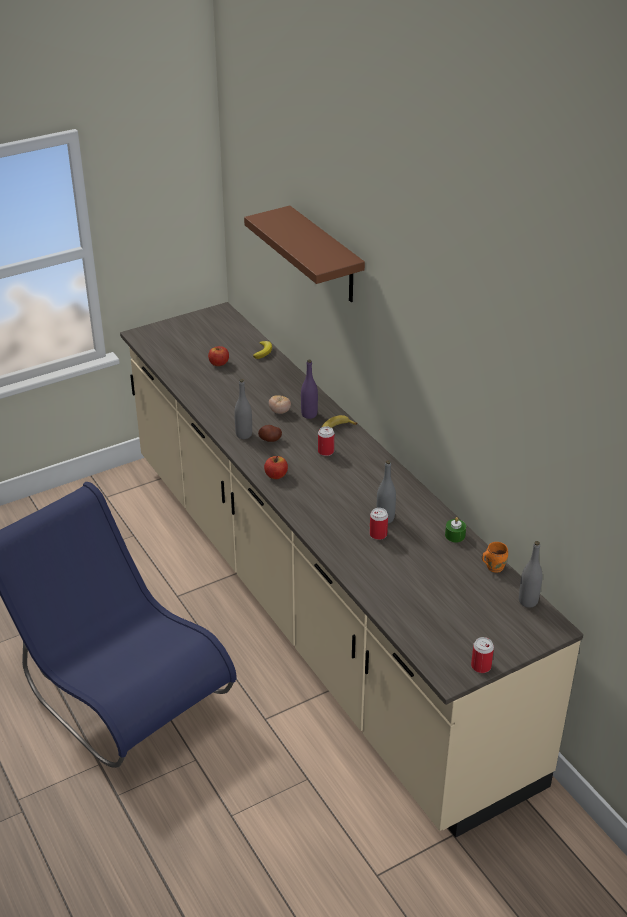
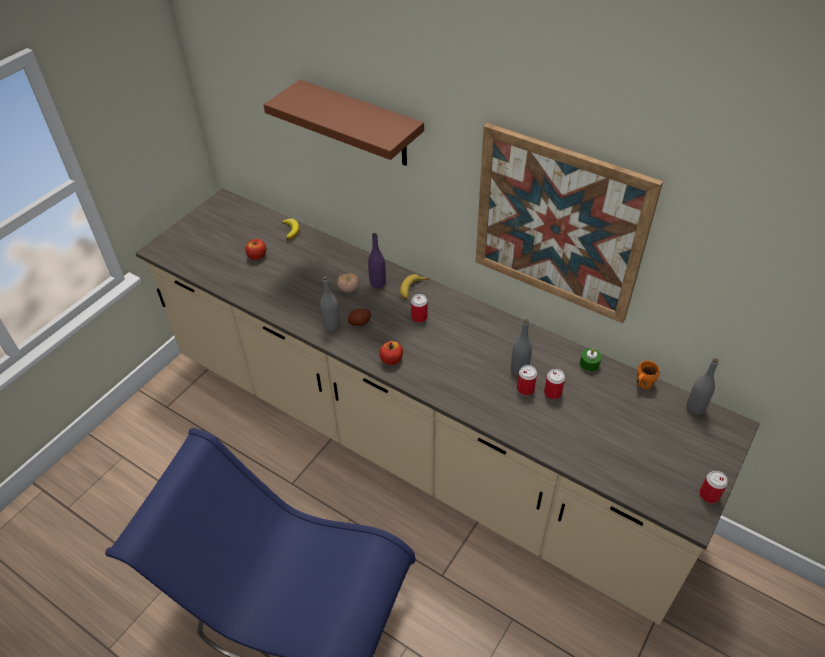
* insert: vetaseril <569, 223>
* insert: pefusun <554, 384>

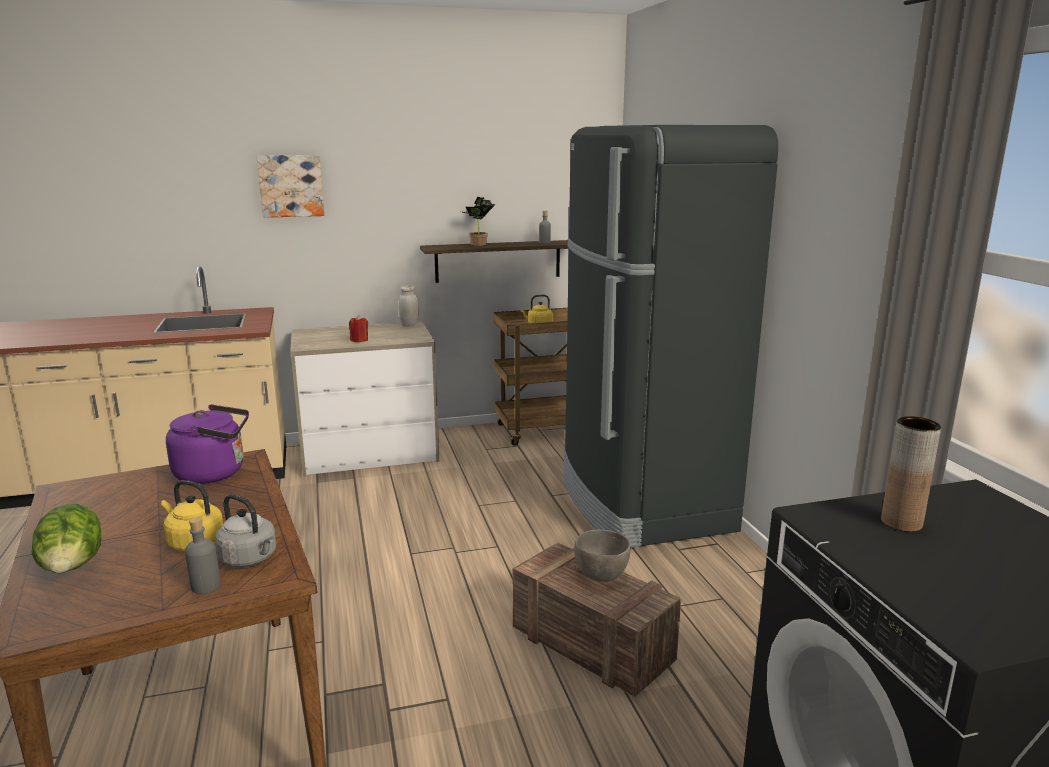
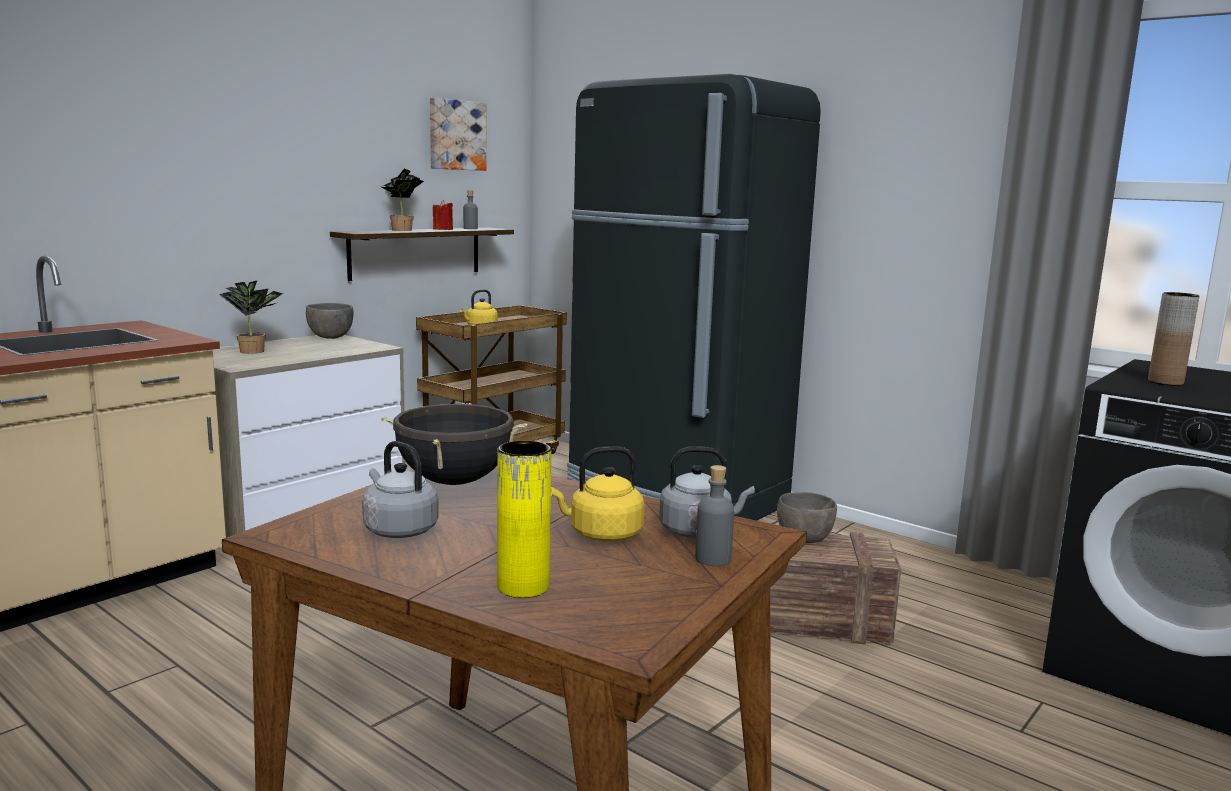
* replace: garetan <66, 538> to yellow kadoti <524, 519>
* replace: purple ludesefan <207, 444> to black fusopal <454, 444>
* move: vetaseril <290, 186> to <458, 134>
* move: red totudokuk <358, 328> to <443, 215>
* replace: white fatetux <409, 306> to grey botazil <329, 321>
* insert: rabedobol <251, 317>
* insert: grey ludesefan <400, 489>

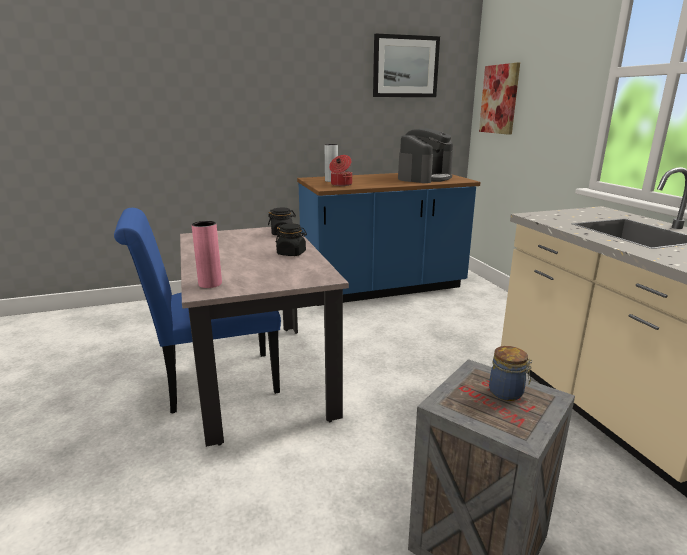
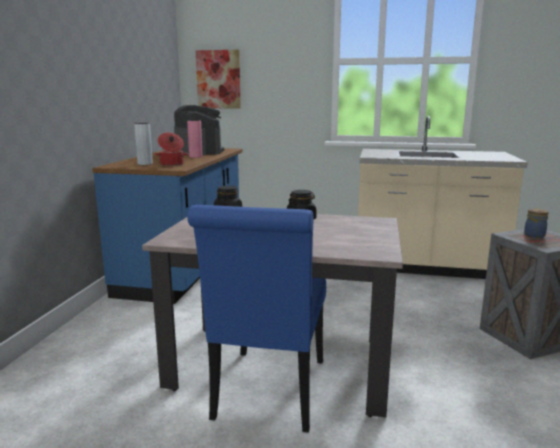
* move: pink kadoti <207, 254> to <195, 139>
* delete: vetaseril <406, 65>

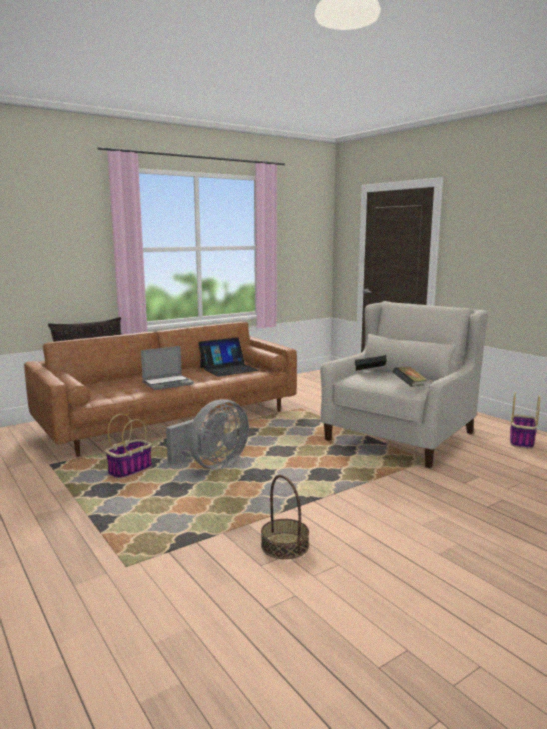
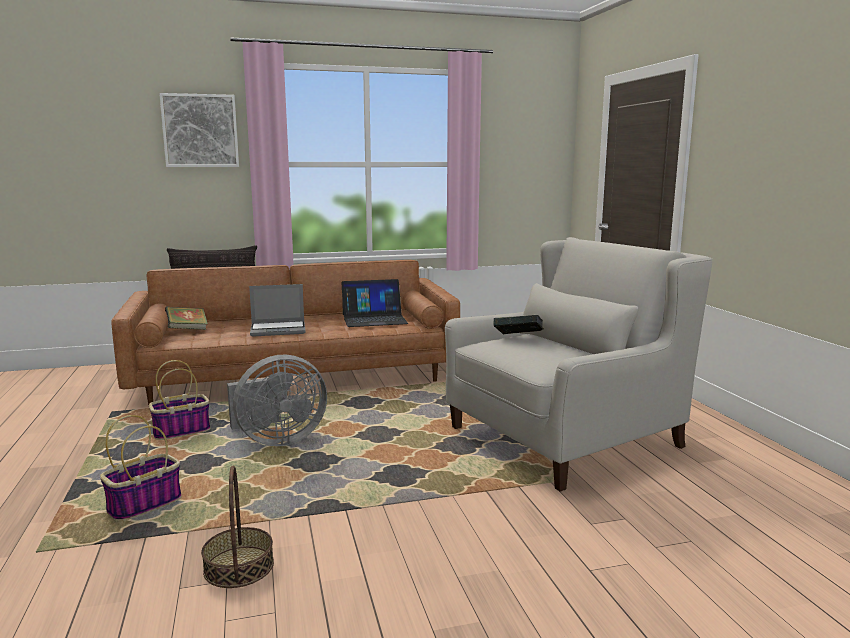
* move: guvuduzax <410, 377> to <186, 318>
* move: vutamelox <525, 421> to <141, 468>
* insert: vetaseril <199, 130>

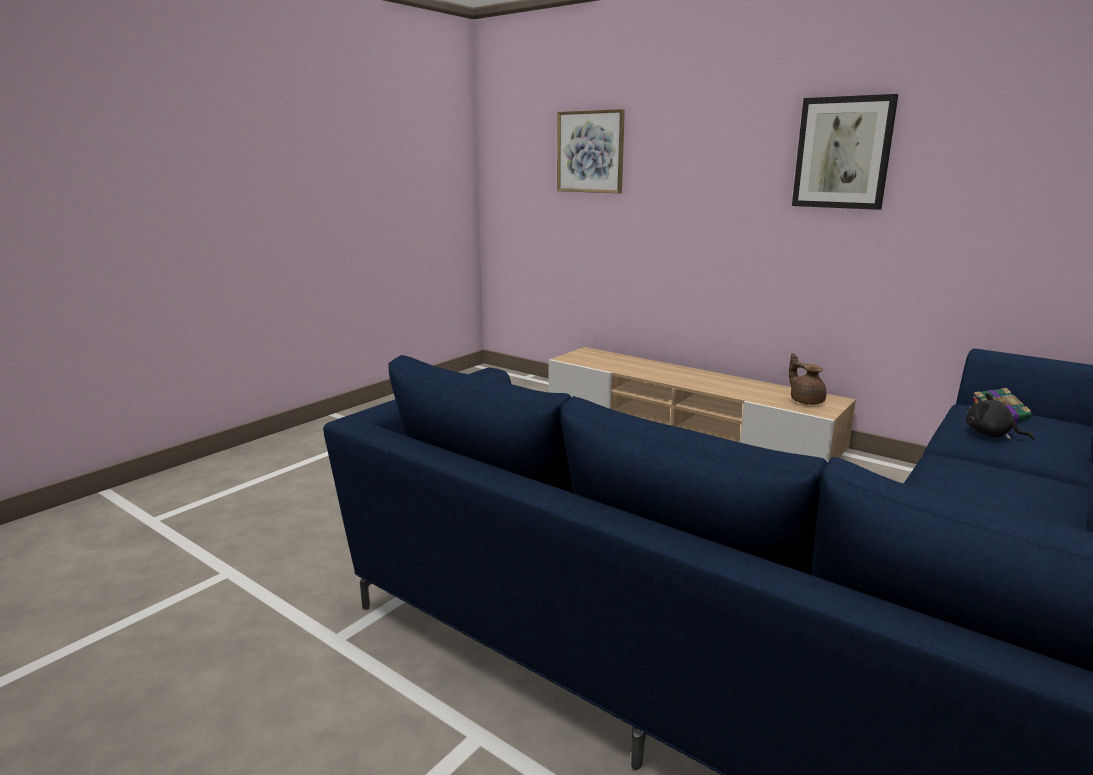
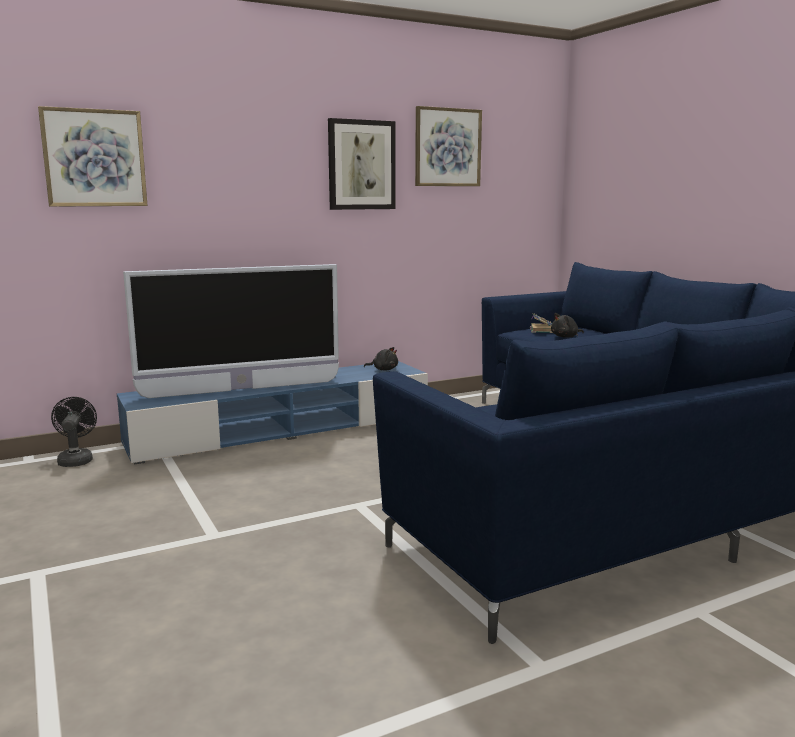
* recolor: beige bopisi <702, 405> to blue bopisi <272, 413>
* replace: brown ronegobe <807, 379> to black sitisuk <381, 359>
* insert: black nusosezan <74, 432>
* insert: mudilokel <231, 331>
* insert: vetaseril <448, 146>

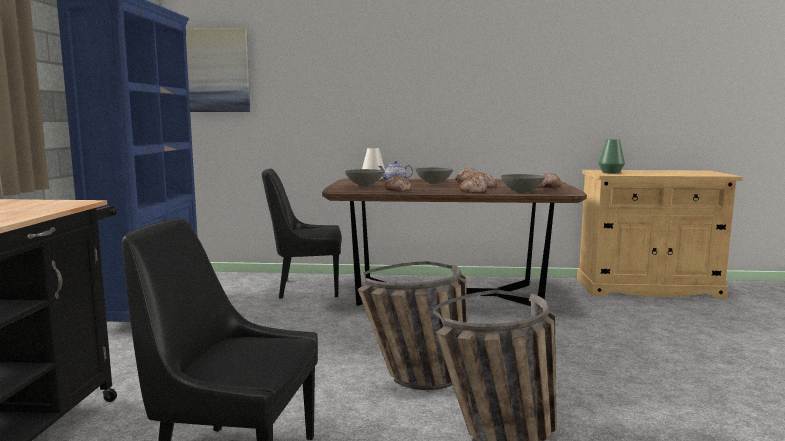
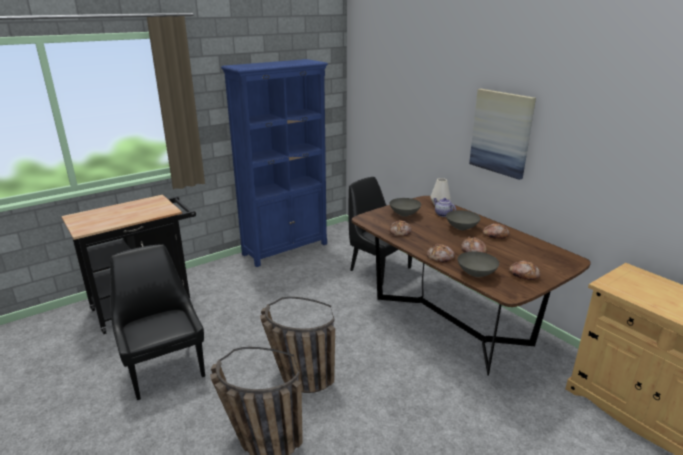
* move: vetaseril <218, 70> to <502, 134>
* delete: green kadoti <611, 156>

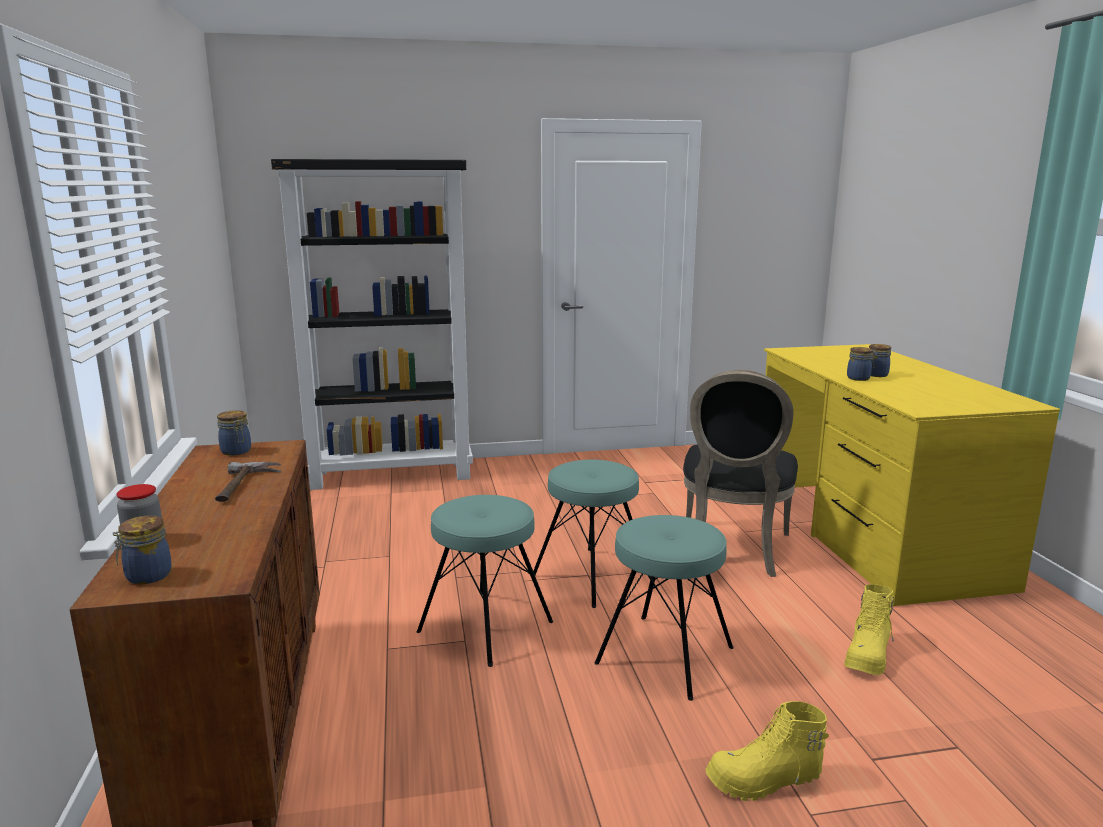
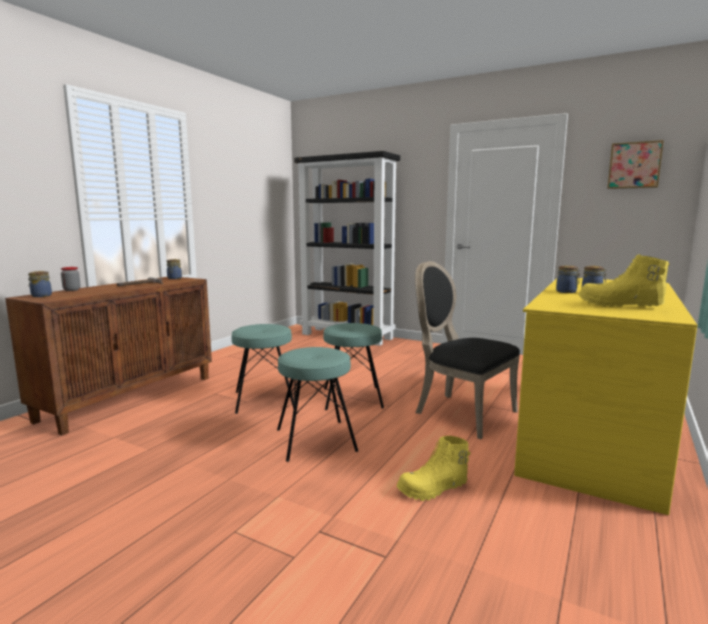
* rotate: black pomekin <740, 473> = <467, 350> 75 degrees clockwise
* move: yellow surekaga <767, 751> to <623, 281>
* insert: vetaseril <635, 164>

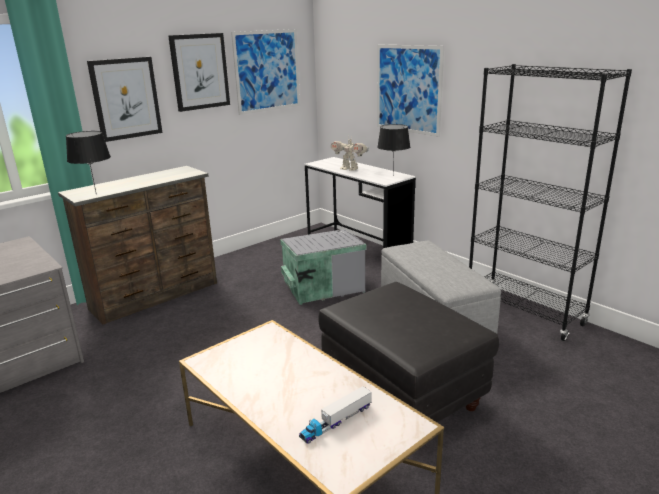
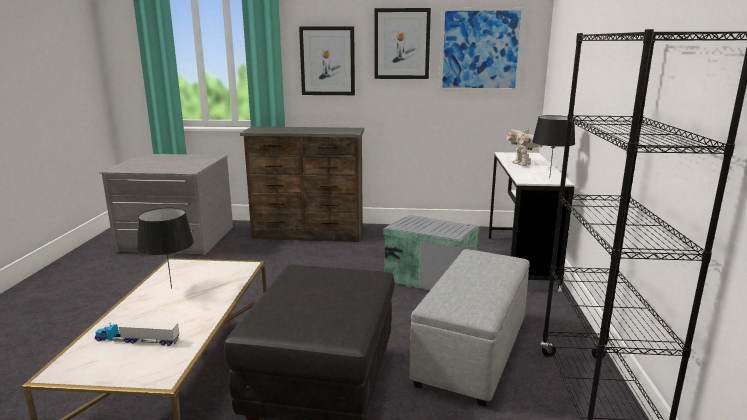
* move: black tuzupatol <88, 161> to <165, 248>
* delete: vetaseril <410, 91>

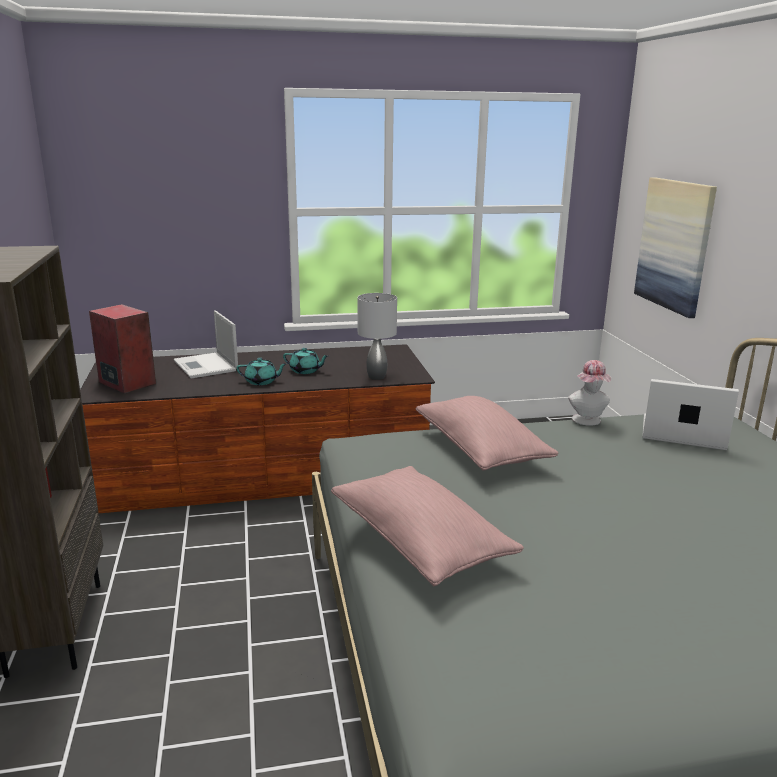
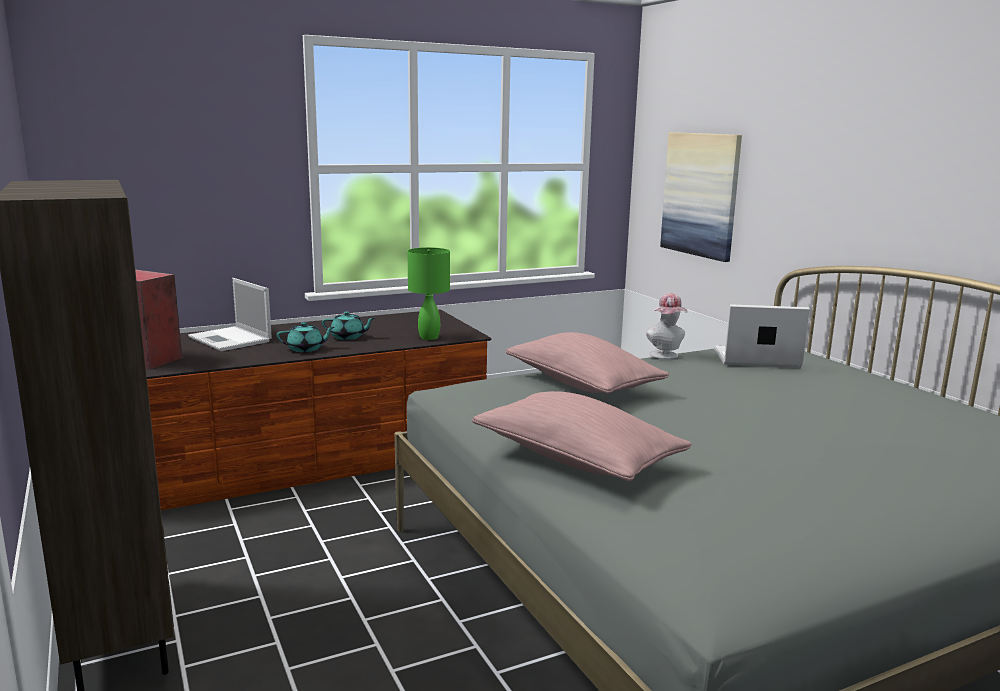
* recolor: grey tuzupatol <377, 336> to green tuzupatol <428, 294>

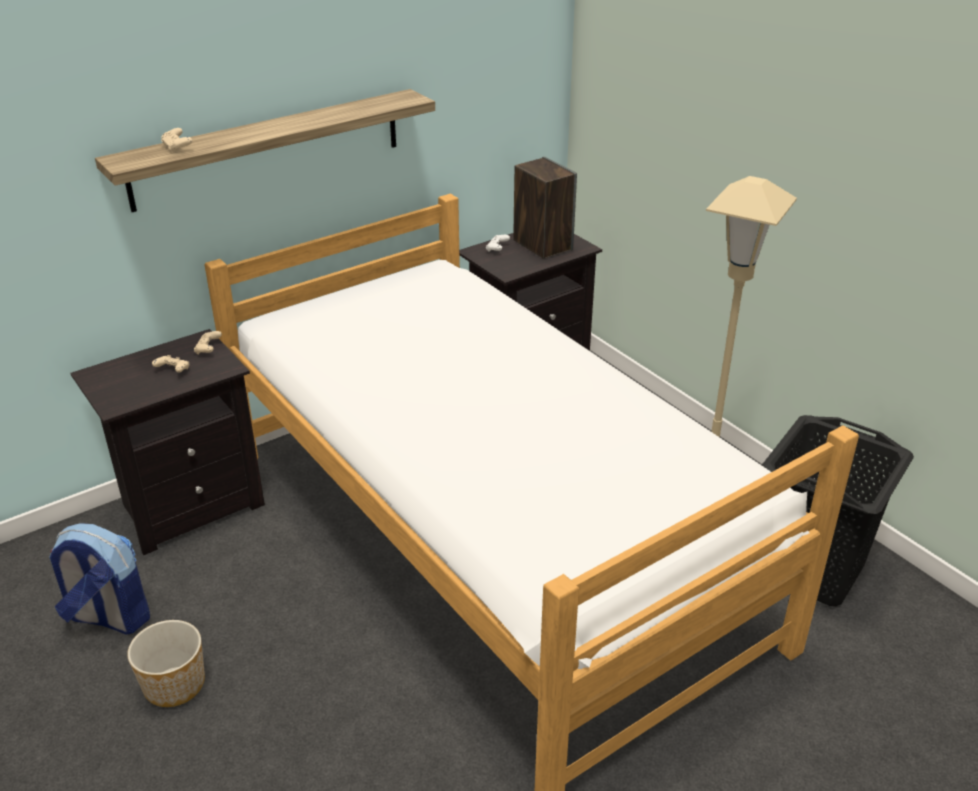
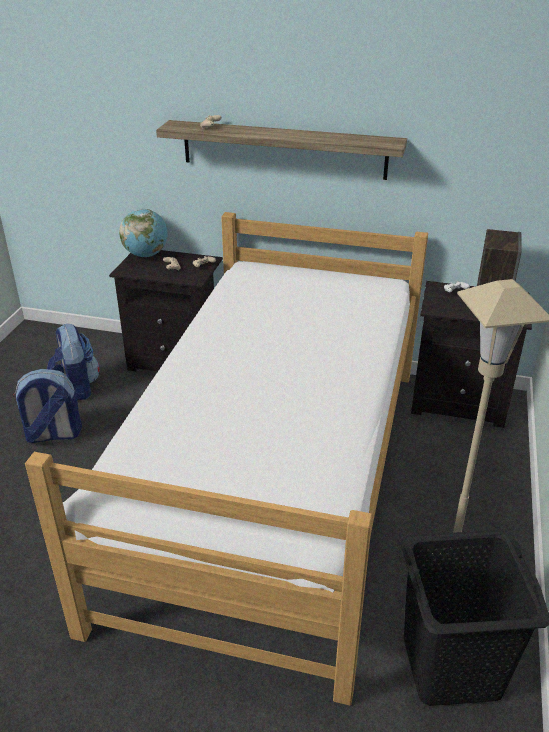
* replace: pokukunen <166, 663> to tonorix <47, 406>
* insert: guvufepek <143, 233>

